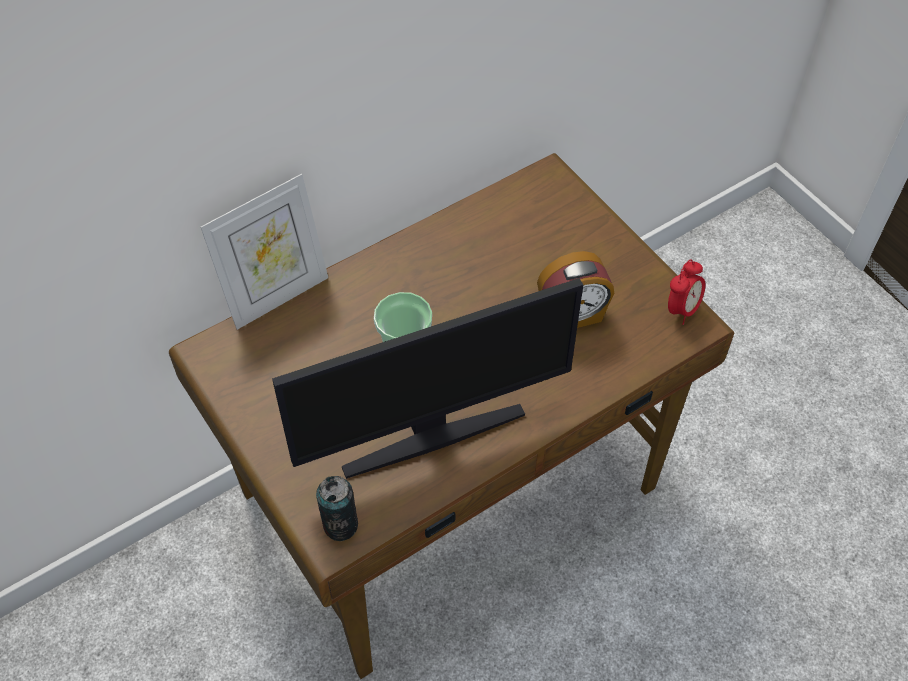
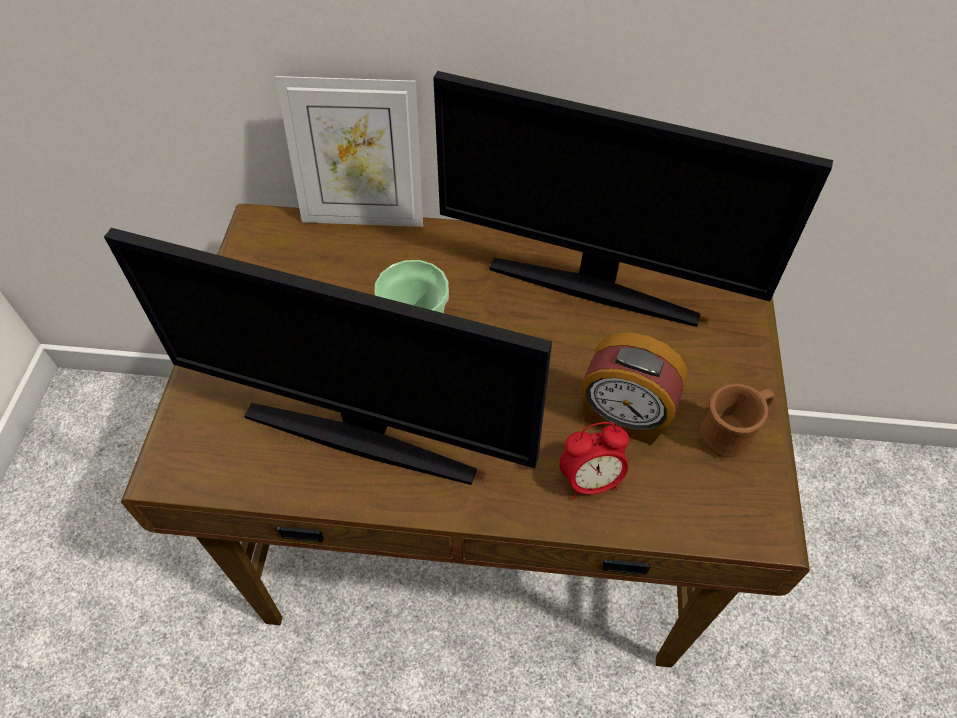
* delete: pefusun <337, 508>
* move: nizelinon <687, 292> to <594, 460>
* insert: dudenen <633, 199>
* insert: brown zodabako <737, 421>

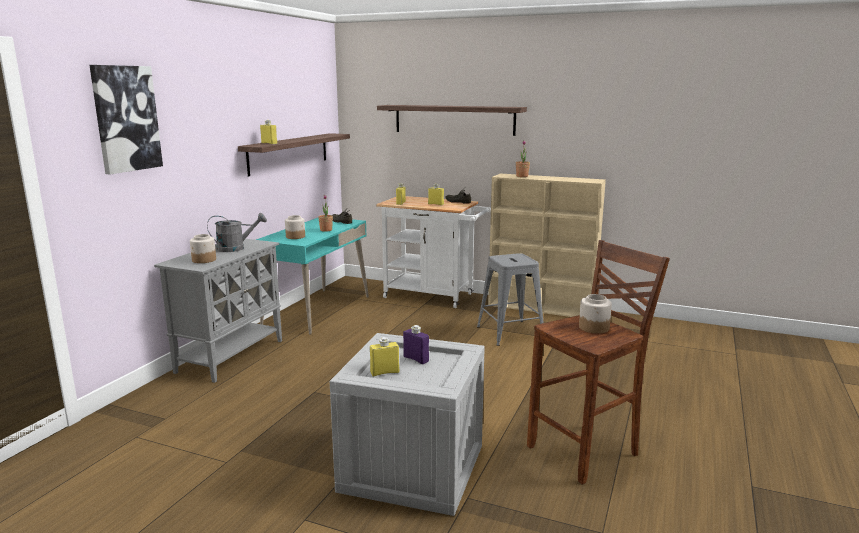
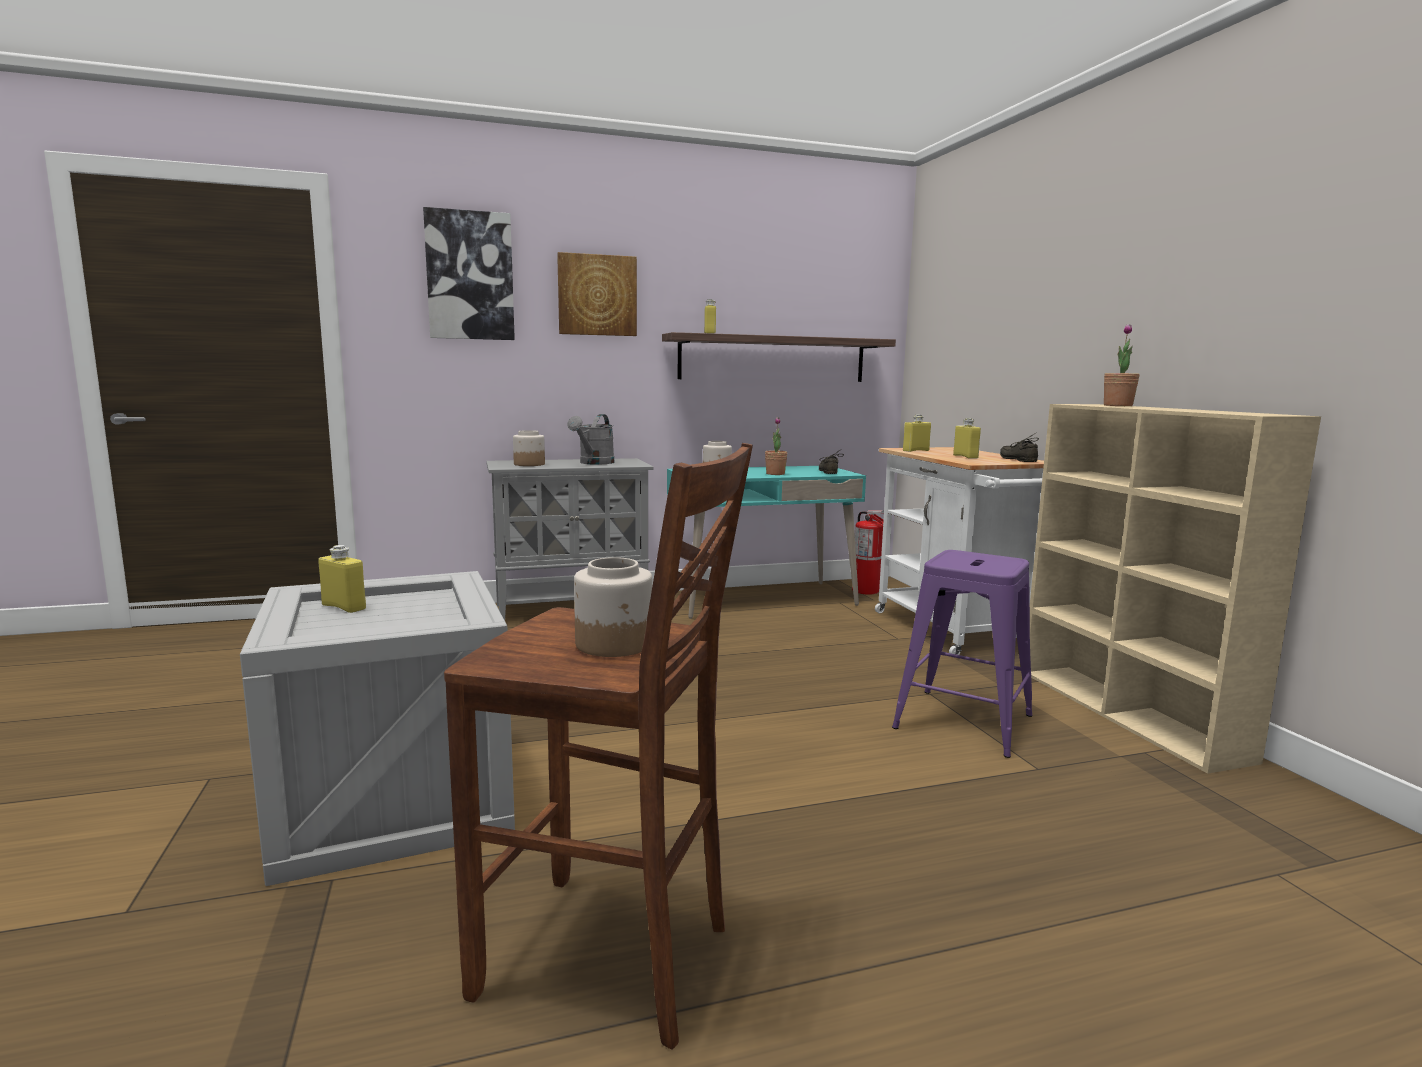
* rotate: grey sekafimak <237, 232> = <590, 439> 75 degrees clockwise
* delete: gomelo <452, 120>
* delete: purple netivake <416, 344>
* recolor: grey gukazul <510, 299> to purple gukazul <962, 654>
* insert: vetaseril <597, 294>
* insert: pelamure <868, 552>

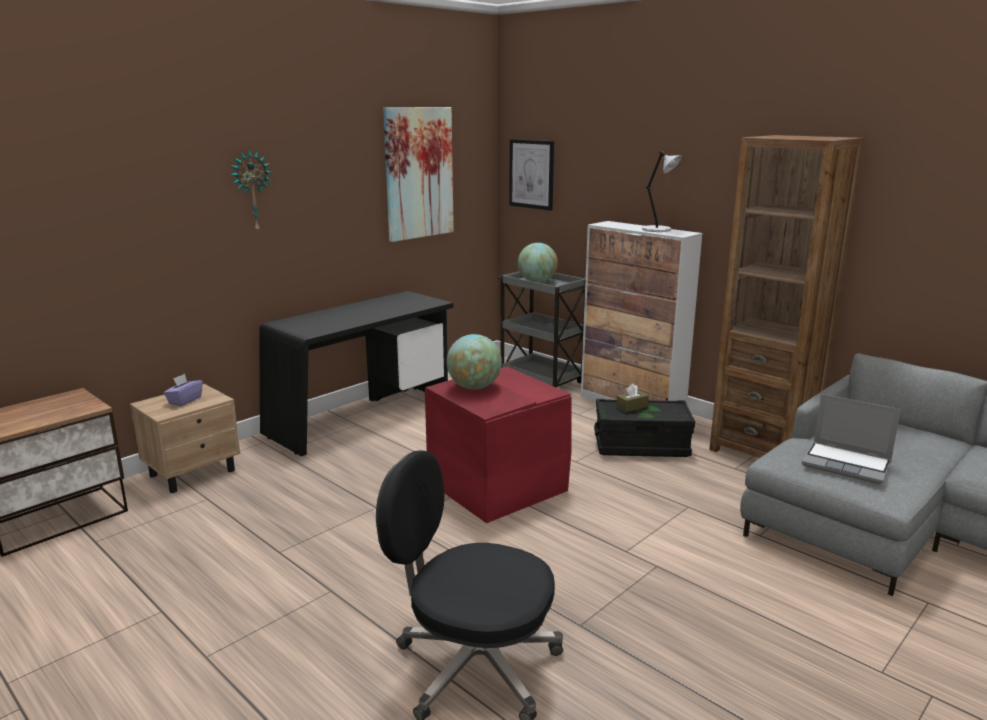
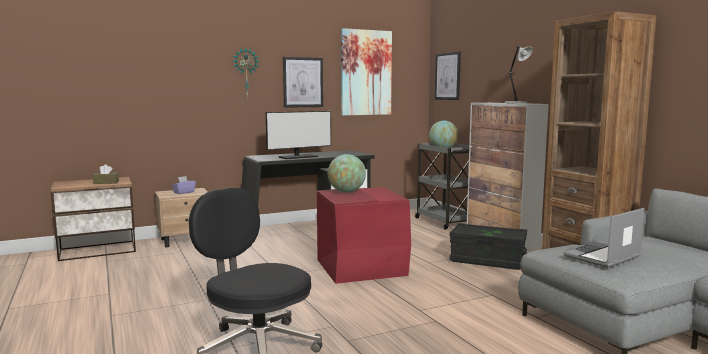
* move: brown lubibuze <632, 397> to <106, 174>
* rotate: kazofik <851, 439> = <604, 238> 90 degrees clockwise
* insert: dudenen <298, 135>
* insert: vetaseril <303, 82>

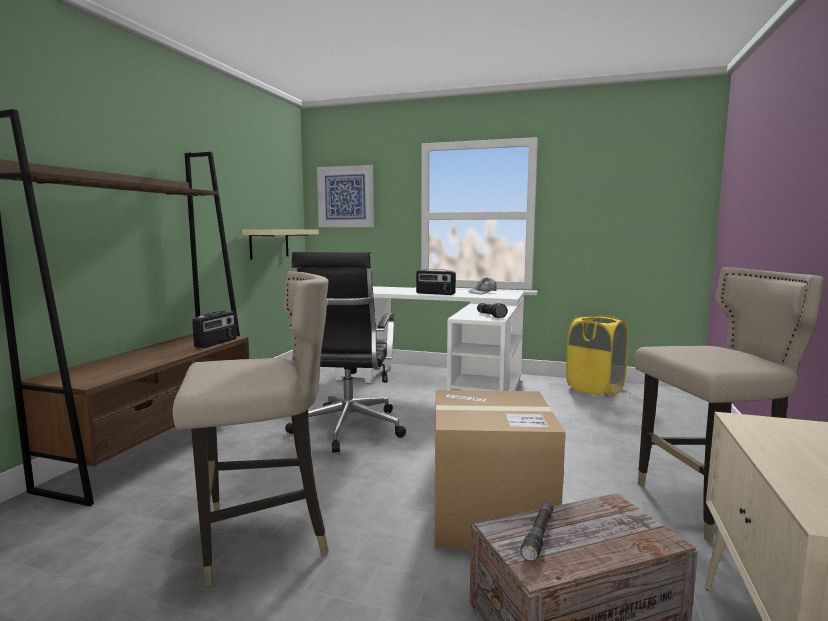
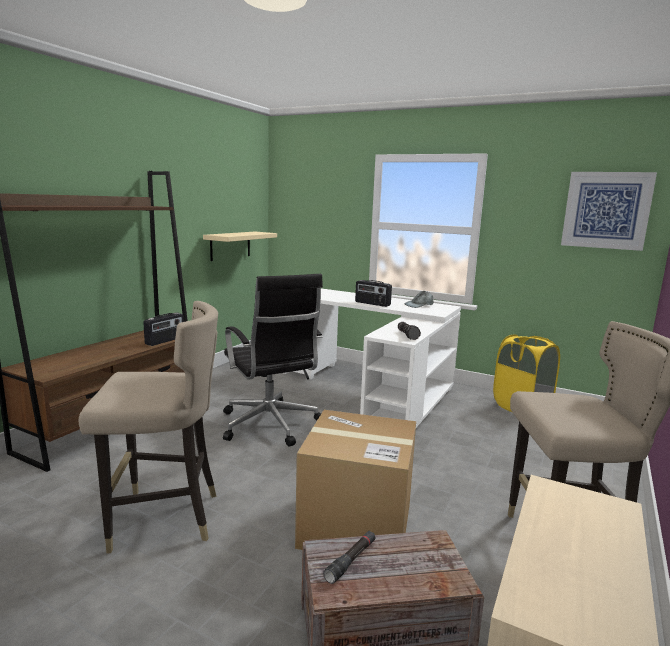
* rotate: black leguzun <345, 352> = <273, 360> 45 degrees counterclockwise
* move: vetaseril <345, 196> to <609, 211>

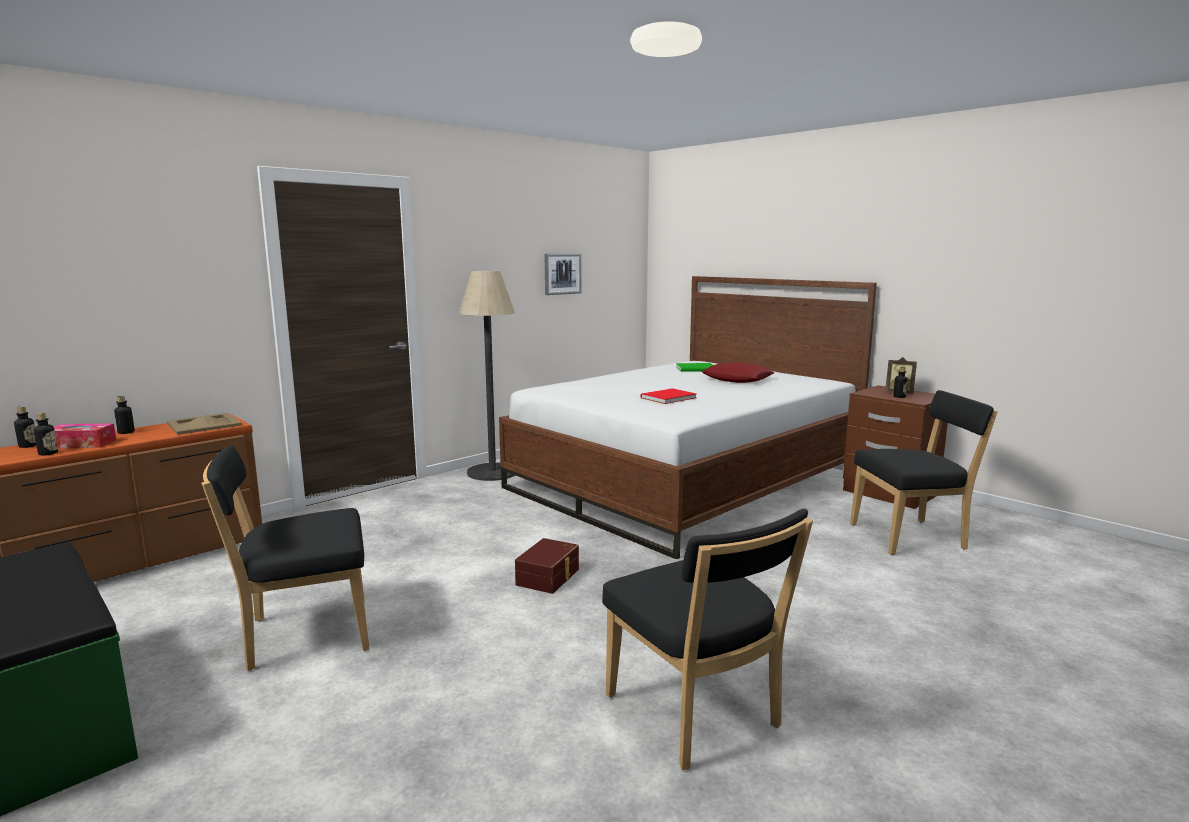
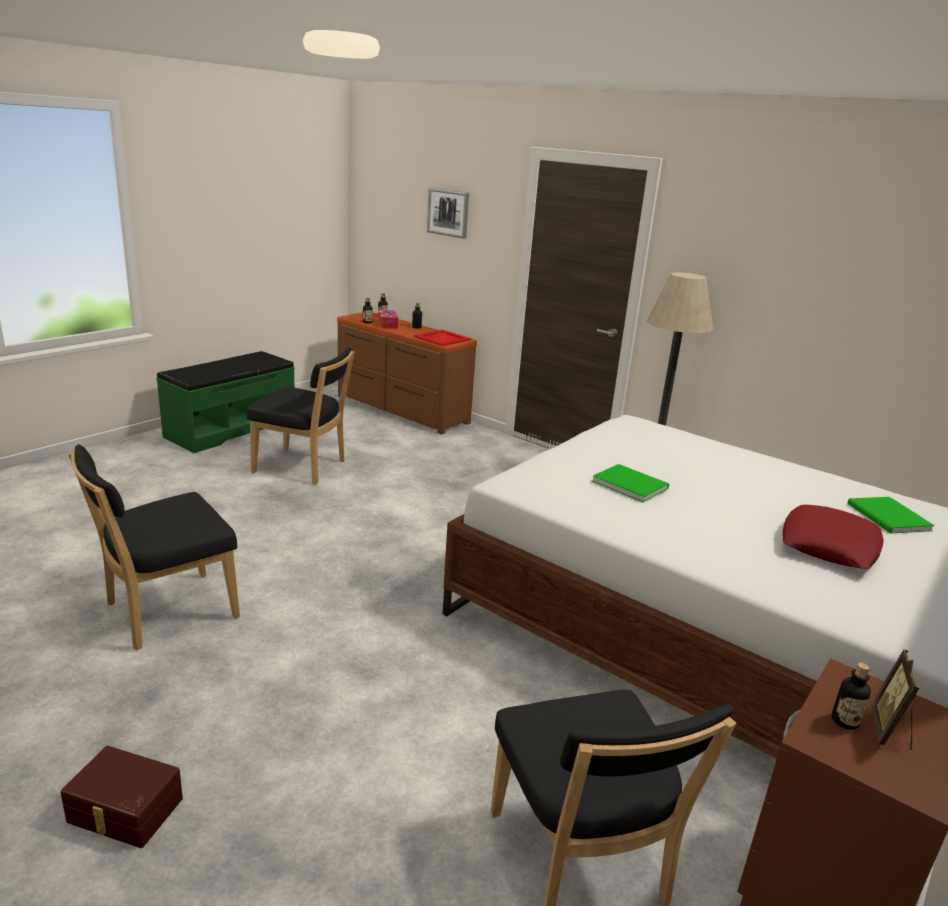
* recolor: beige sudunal <204, 424> to red sudunal <442, 338>
* rotate: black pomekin <285, 558> = <300, 416> 135 degrees clockwise
* move: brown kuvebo <547, 566> to <121, 797>
* move: vetaseril <563, 274> to <448, 213>
* recolor: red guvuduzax <668, 396> to green guvuduzax <630, 483>

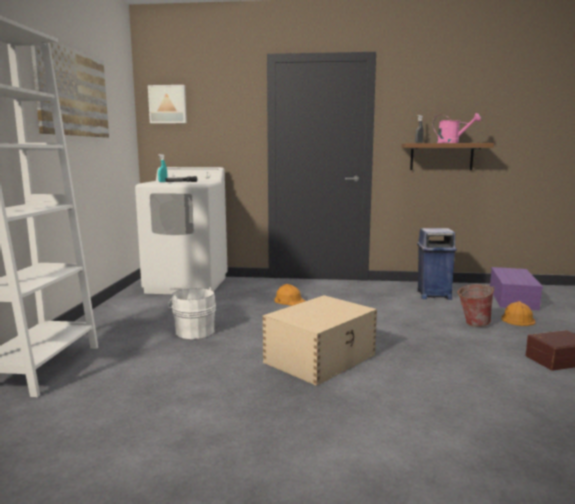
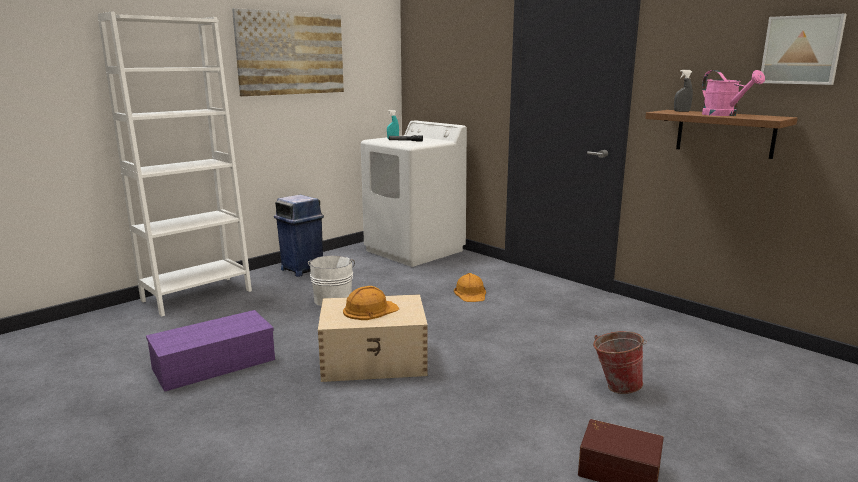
* move: vetaseril <167, 104> to <804, 49>
* move: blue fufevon <437, 264> to <299, 236>
* move: purple kuvebo <516, 288> to <210, 351>
* move: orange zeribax <518, 313> to <371, 303>

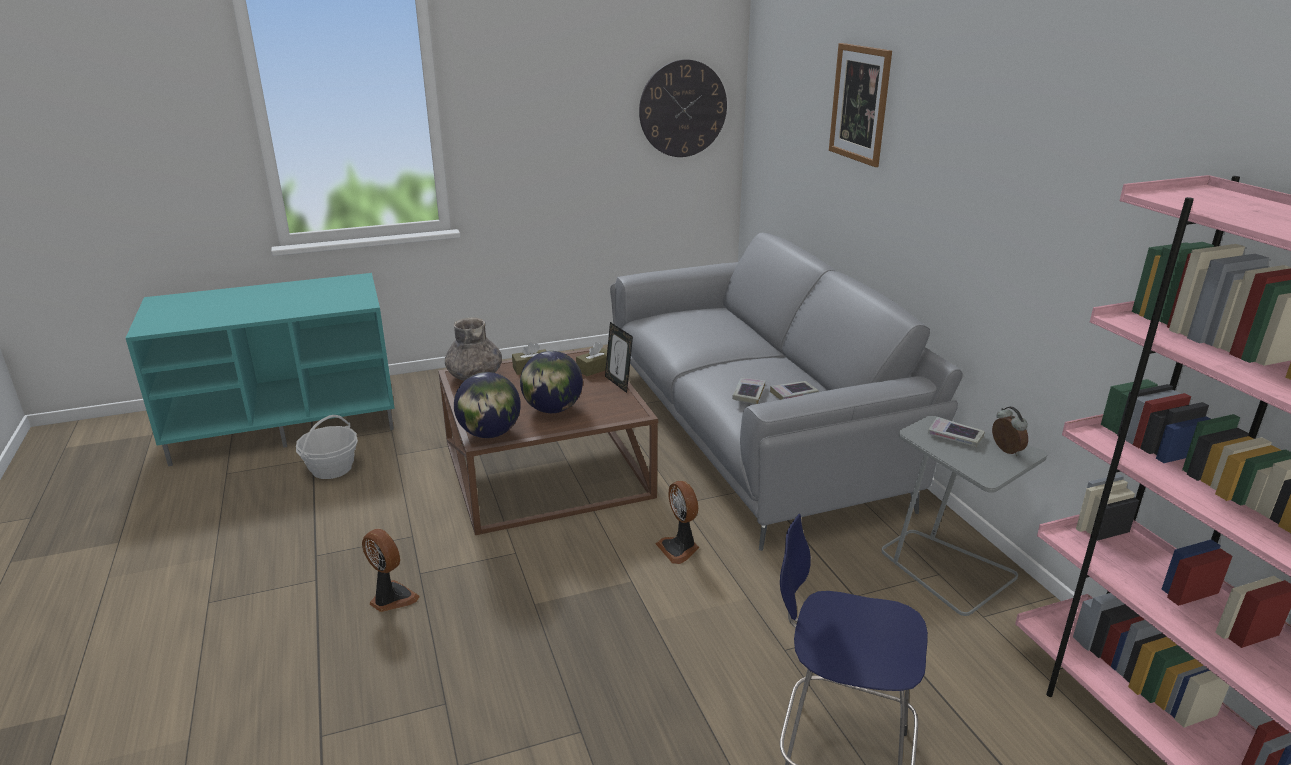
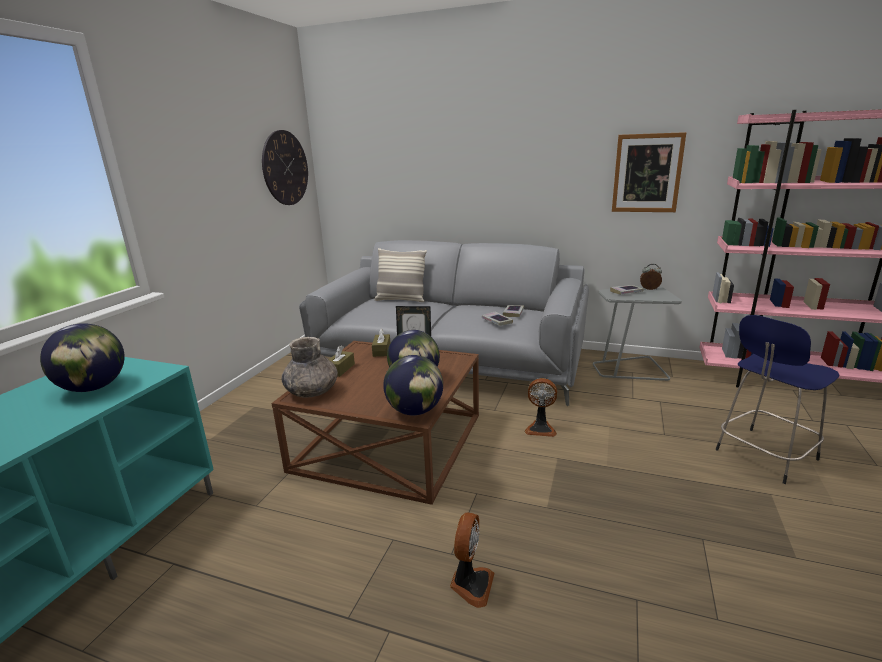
* delete: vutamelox <327, 447>
* rotate: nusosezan <391, 570> = <472, 560> 120 degrees clockwise
* move: vetaseril <860, 105> to <649, 172>
* insert: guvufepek <82, 357>
* insert: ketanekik <400, 275>

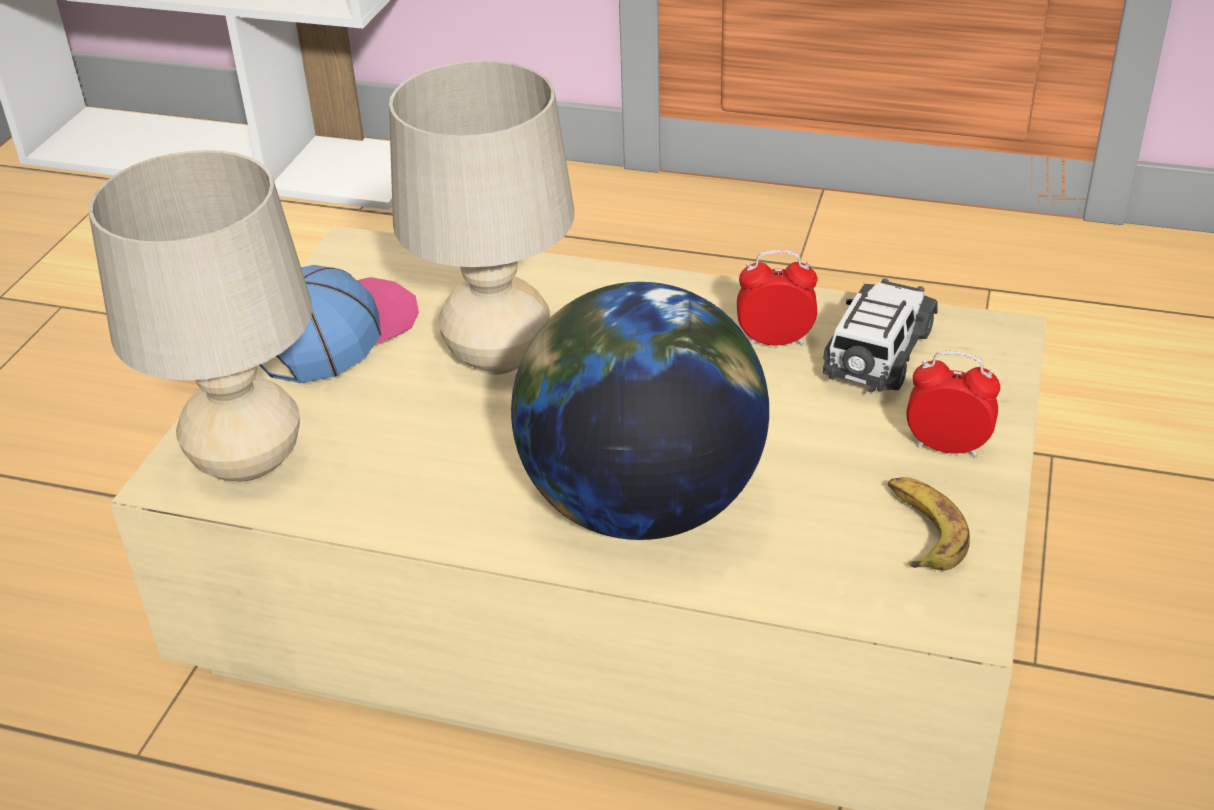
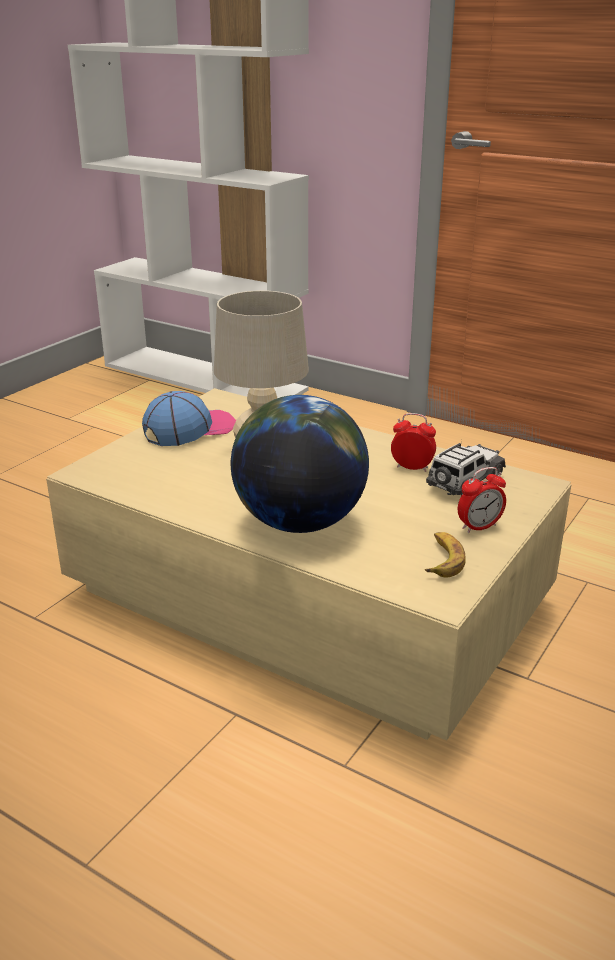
* delete: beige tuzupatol <201, 317>
* rotate: nizelinon <953, 404> = <482, 500> 120 degrees clockwise

